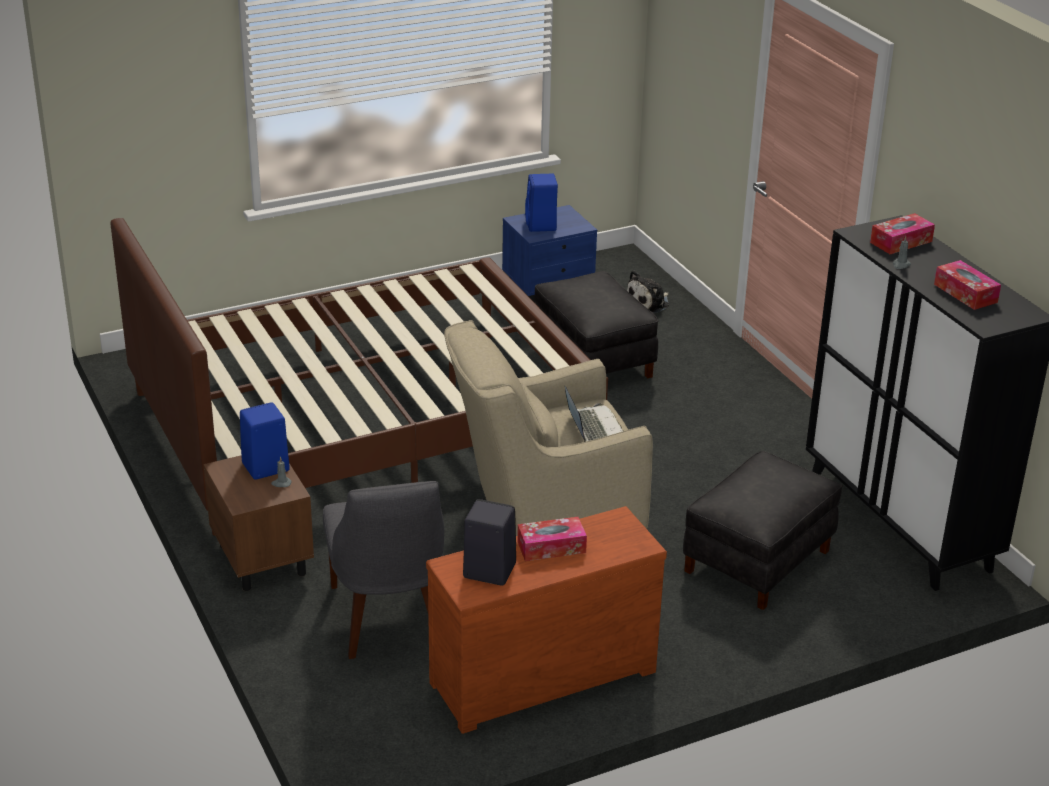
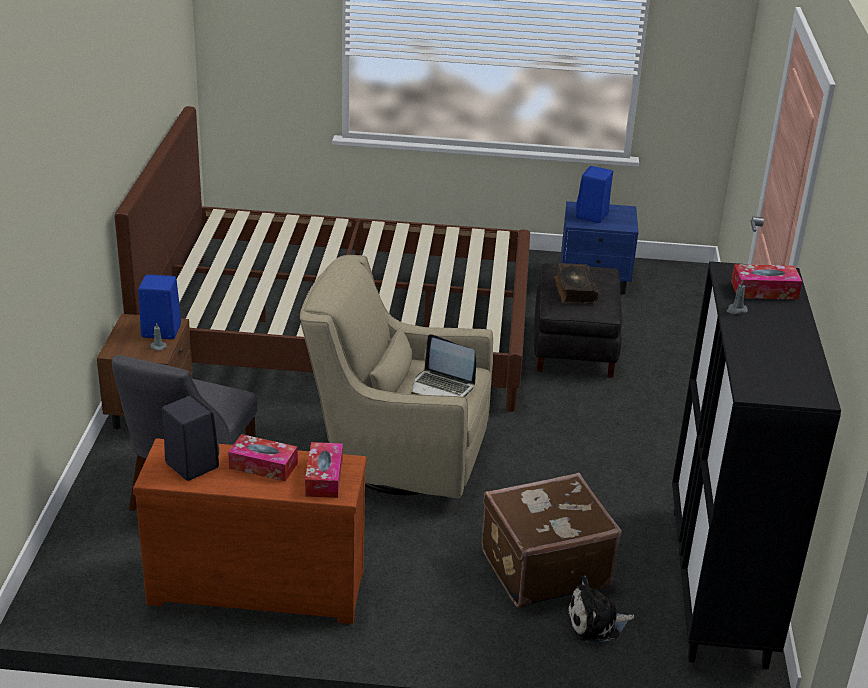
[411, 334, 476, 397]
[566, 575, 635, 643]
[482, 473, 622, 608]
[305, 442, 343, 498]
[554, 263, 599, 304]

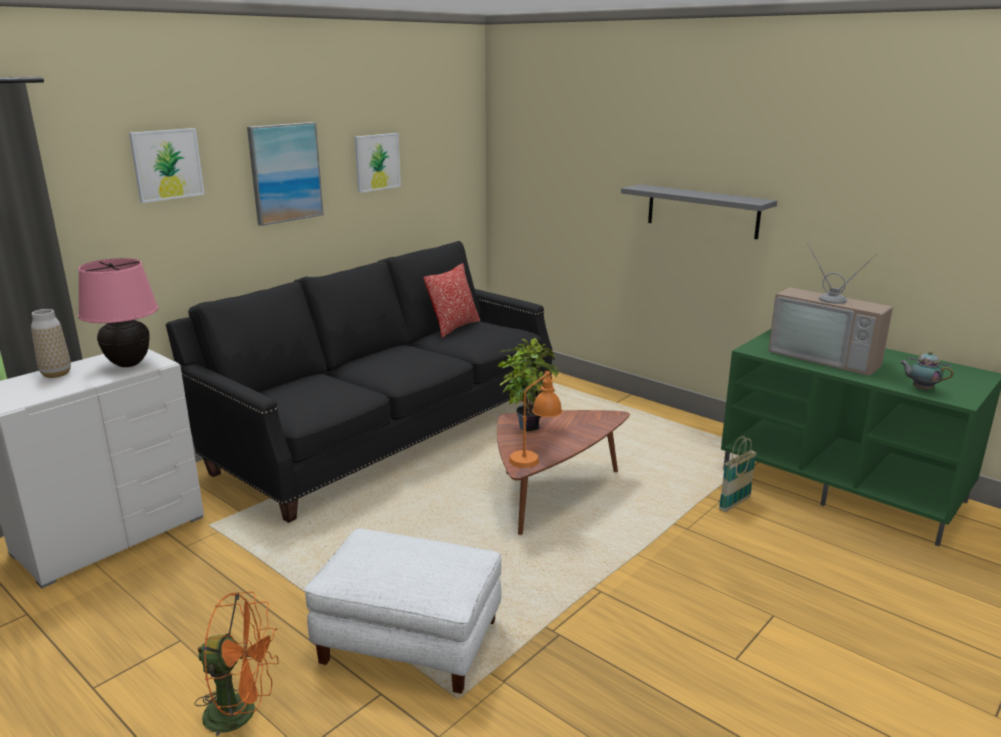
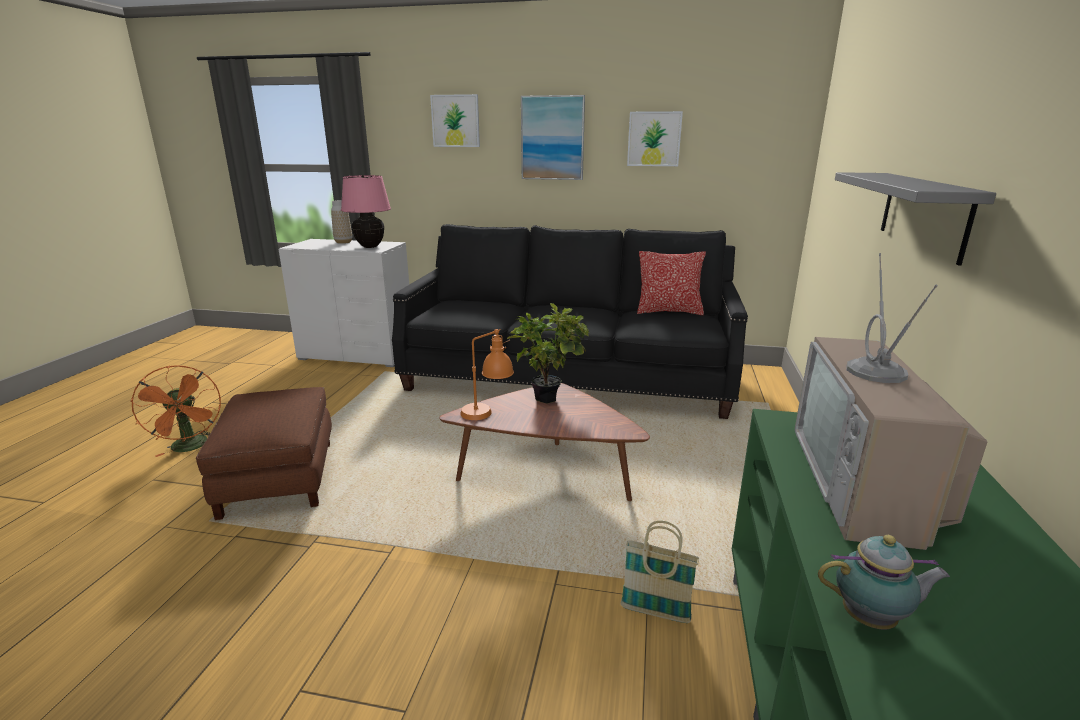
[196, 387, 332, 520]
[818, 535, 950, 629]

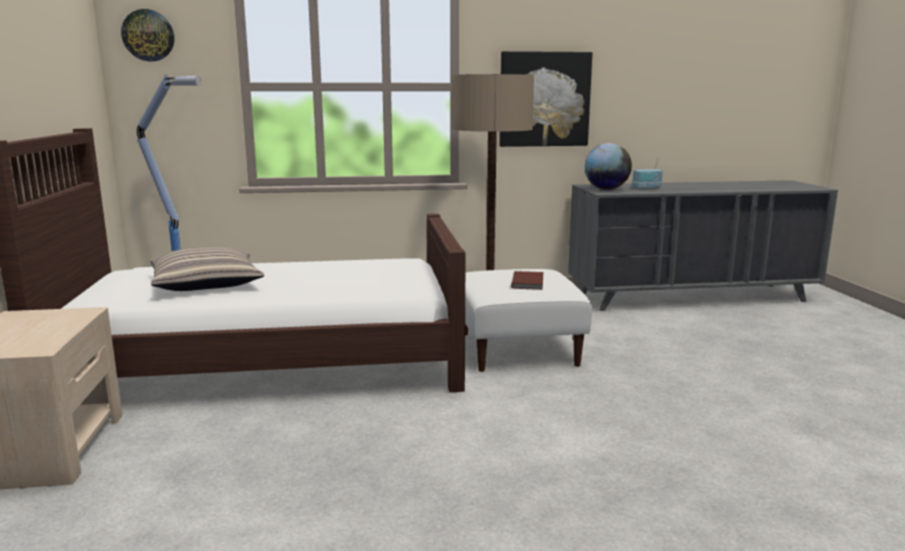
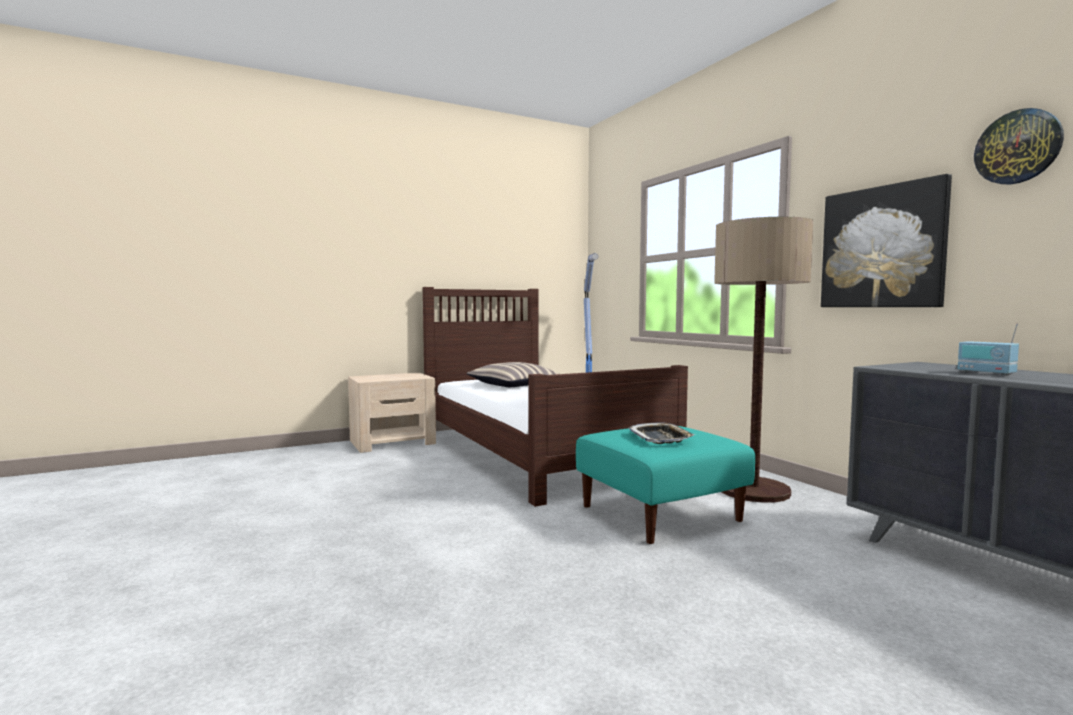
[974, 108, 1064, 184]
[576, 426, 755, 544]
[629, 422, 695, 444]
[585, 143, 632, 190] (first image)

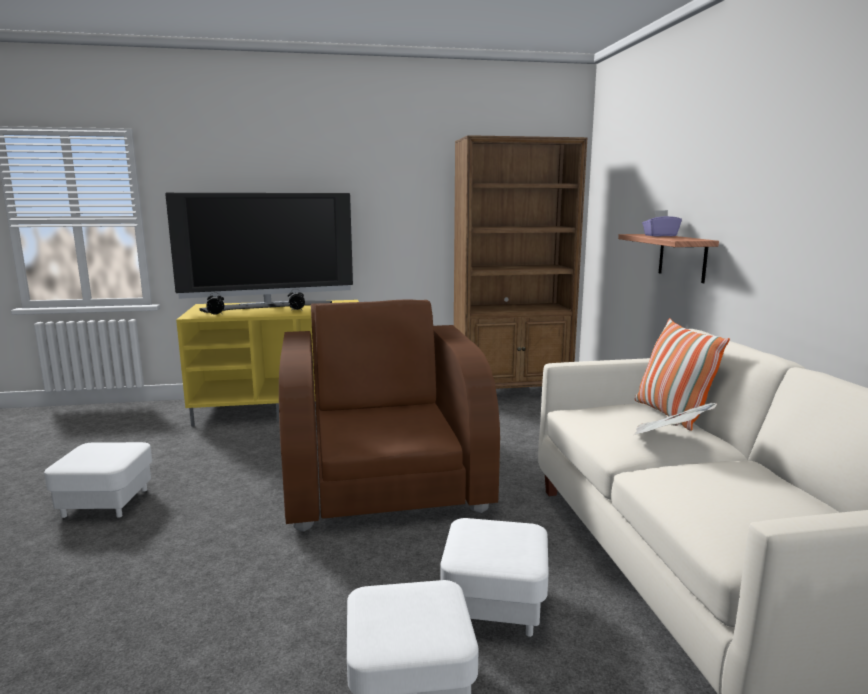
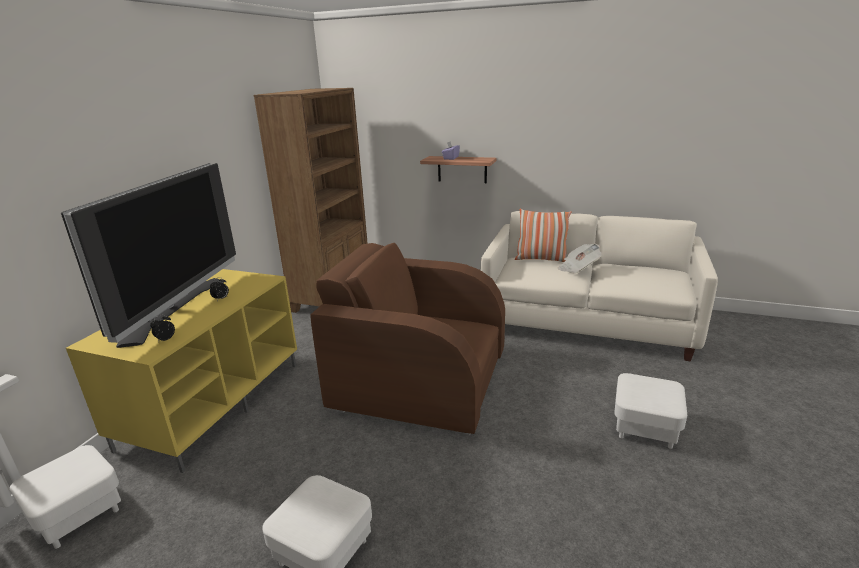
[10, 445, 121, 549]

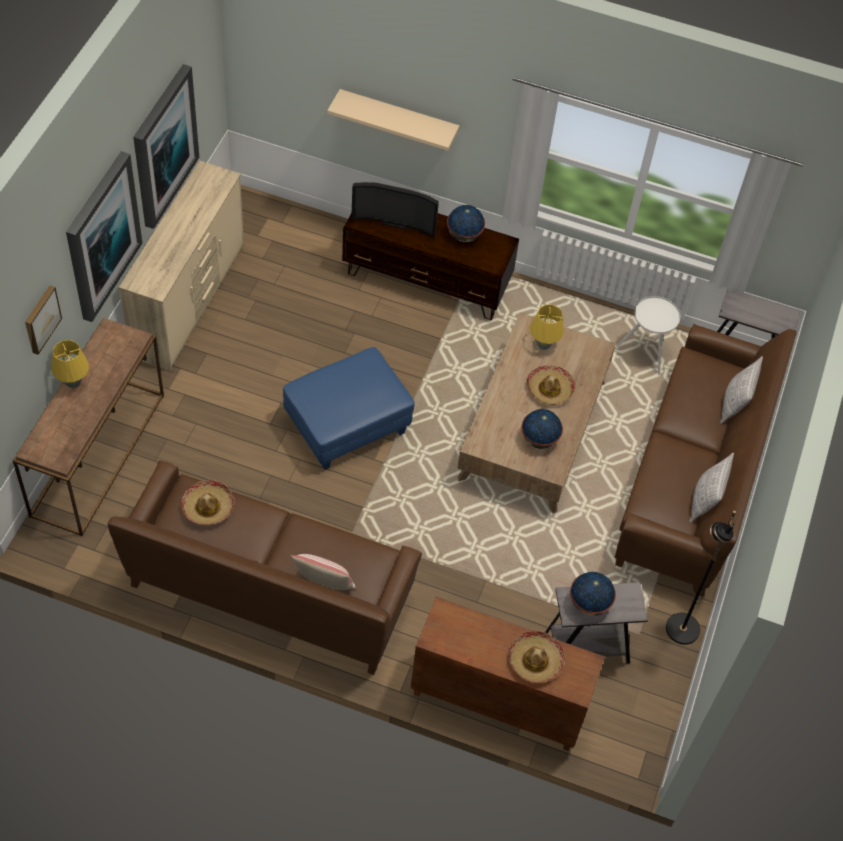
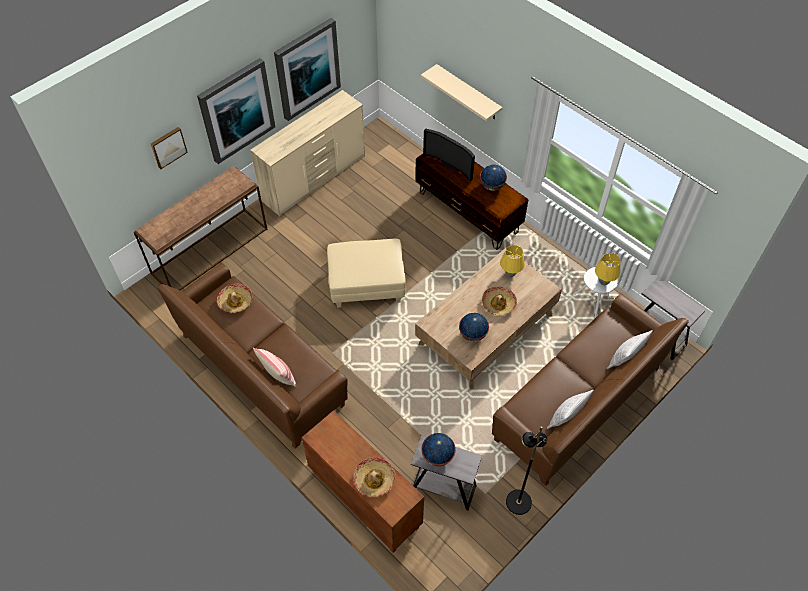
[595, 253, 620, 285]
[327, 239, 406, 308]

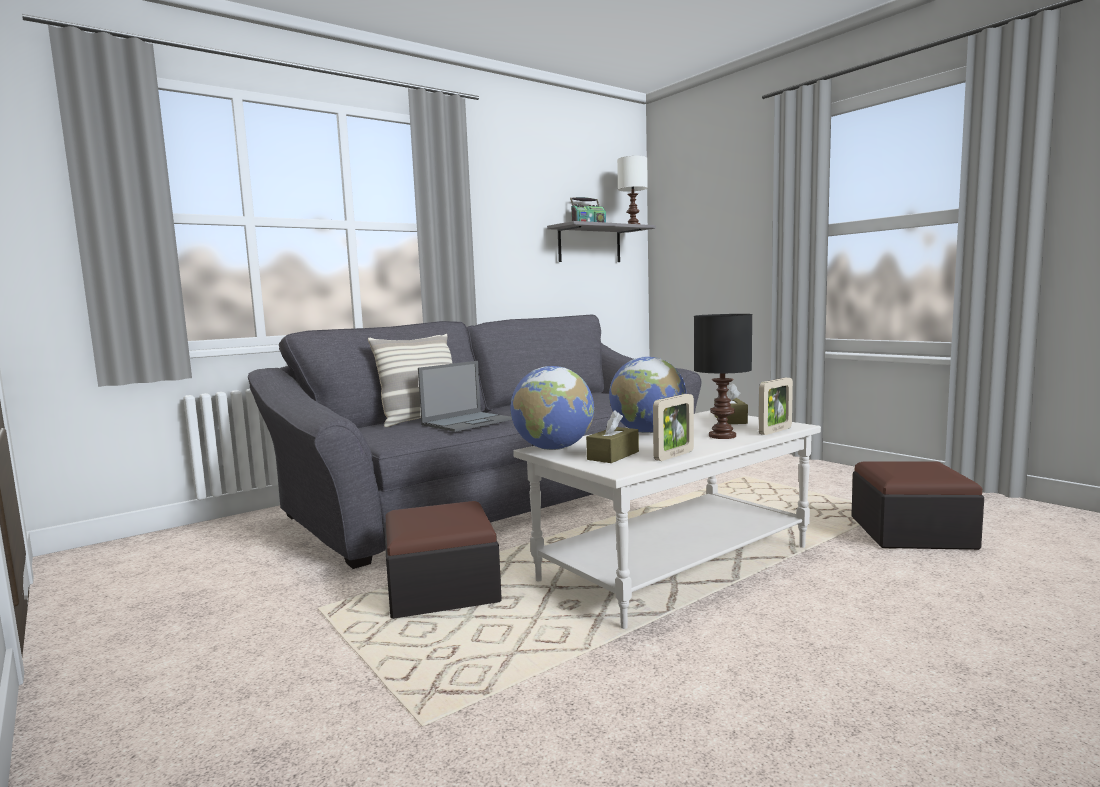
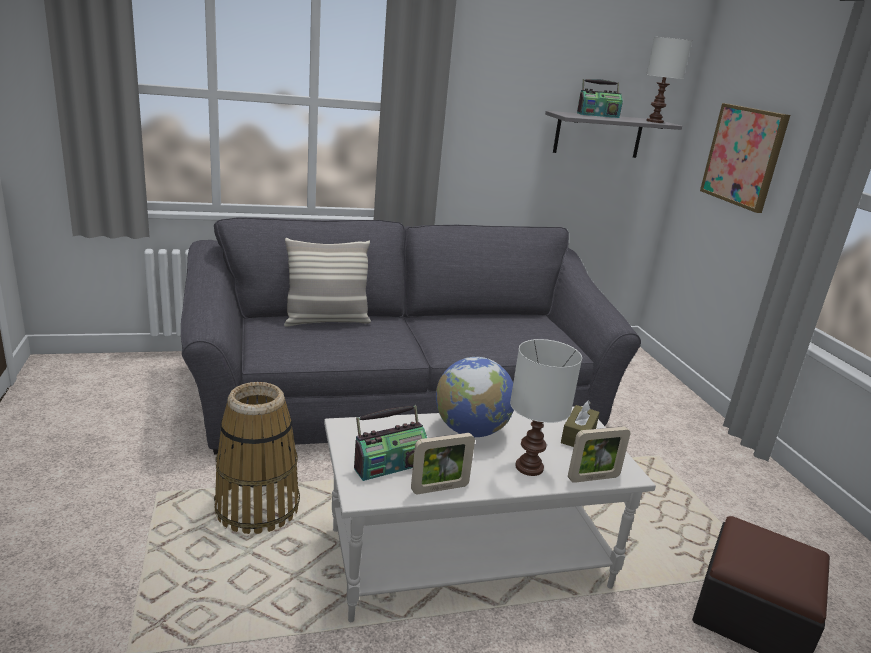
[214, 382, 300, 534]
[418, 361, 512, 432] (first image)
[510, 366, 594, 450] (first image)
[354, 405, 427, 481]
[510, 339, 582, 476]
[700, 103, 790, 213]

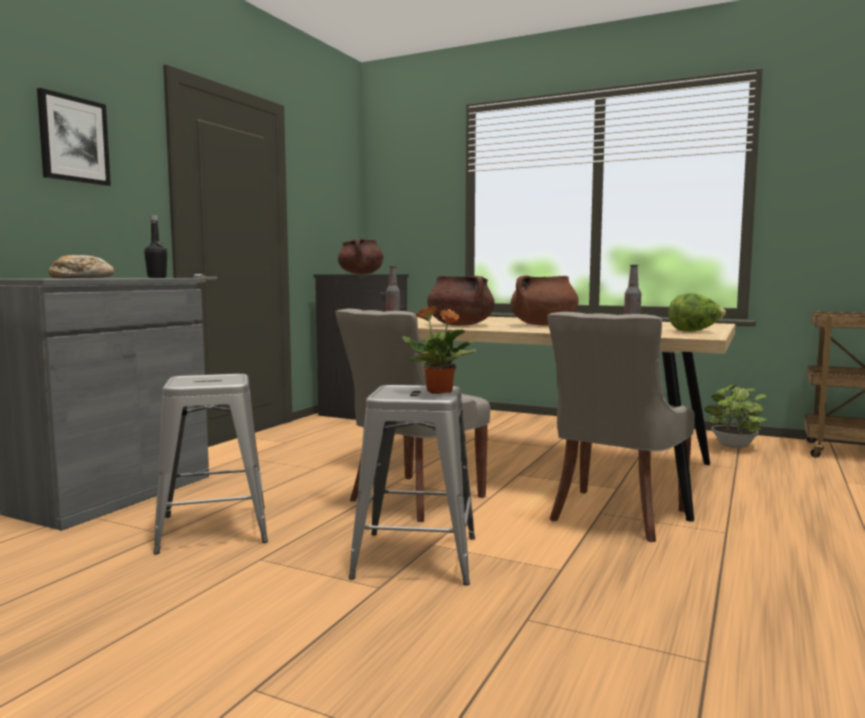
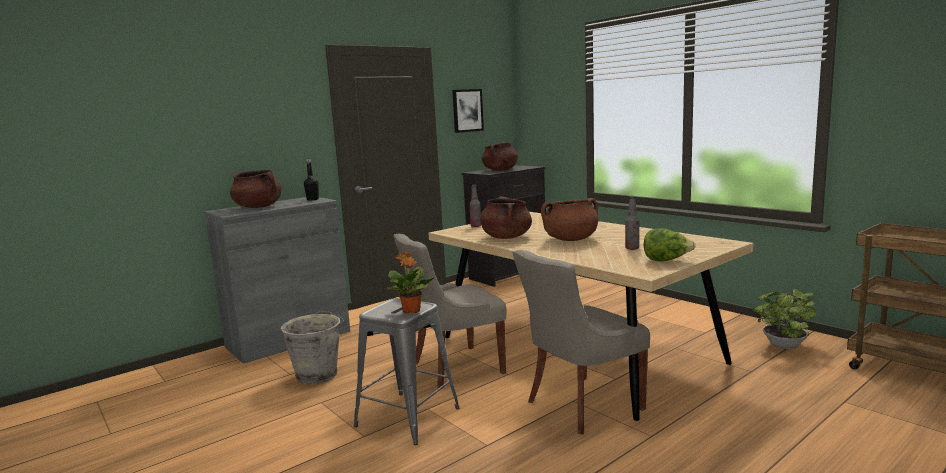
[452, 89, 484, 133]
[230, 170, 282, 208]
[280, 311, 344, 384]

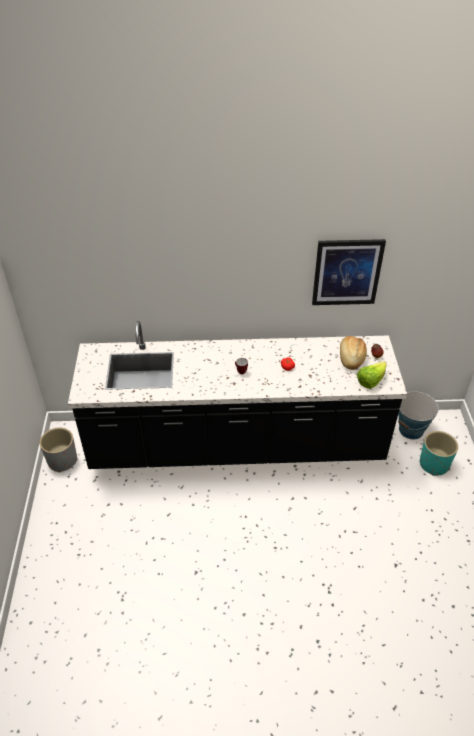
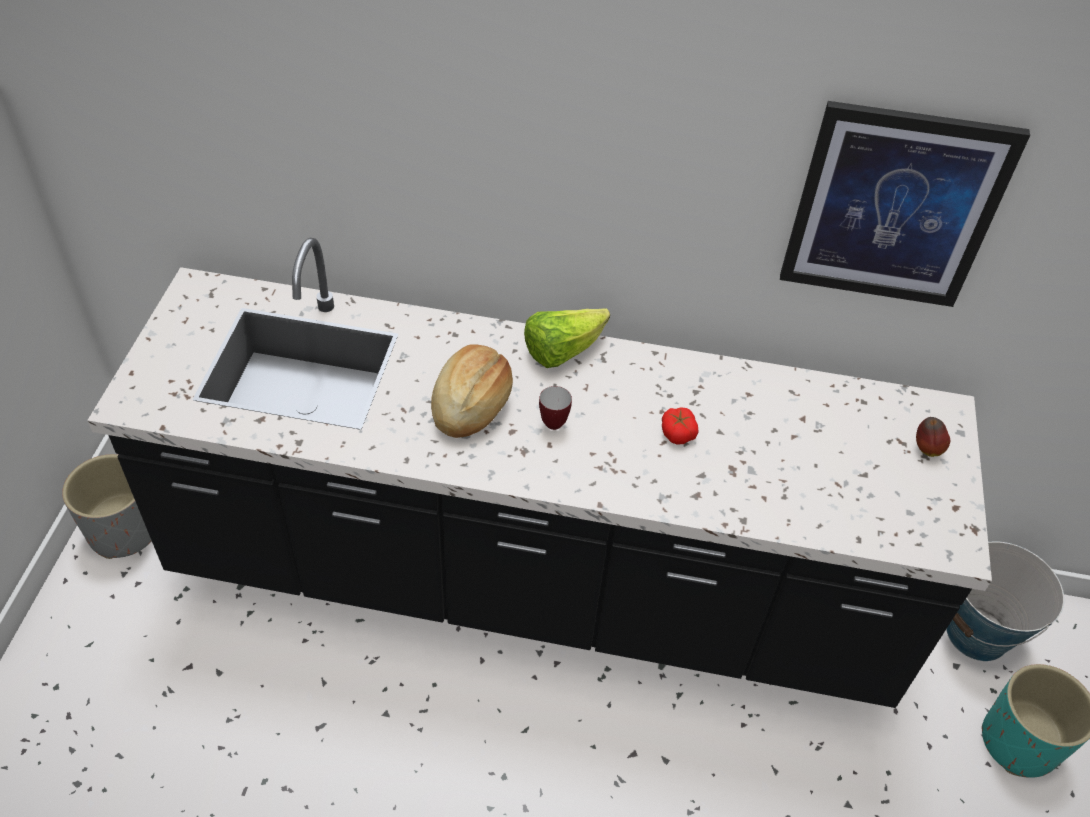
[431, 344, 513, 438]
[524, 309, 610, 368]

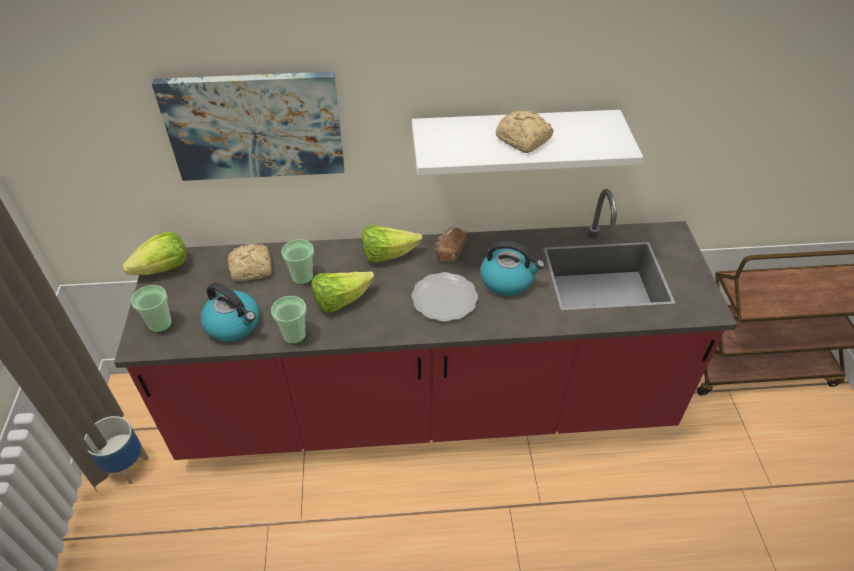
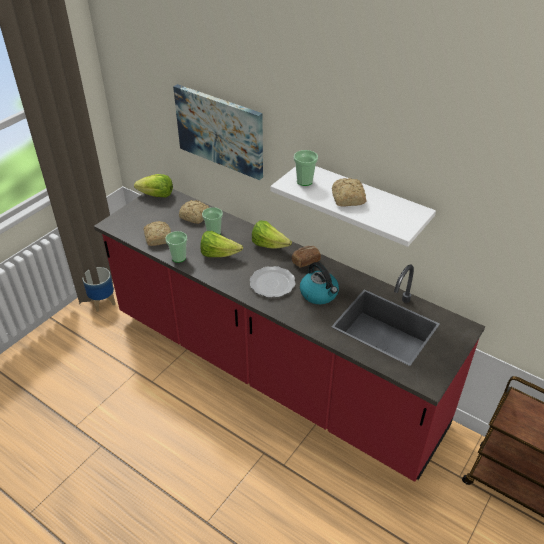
[294, 150, 318, 186]
[144, 221, 171, 246]

